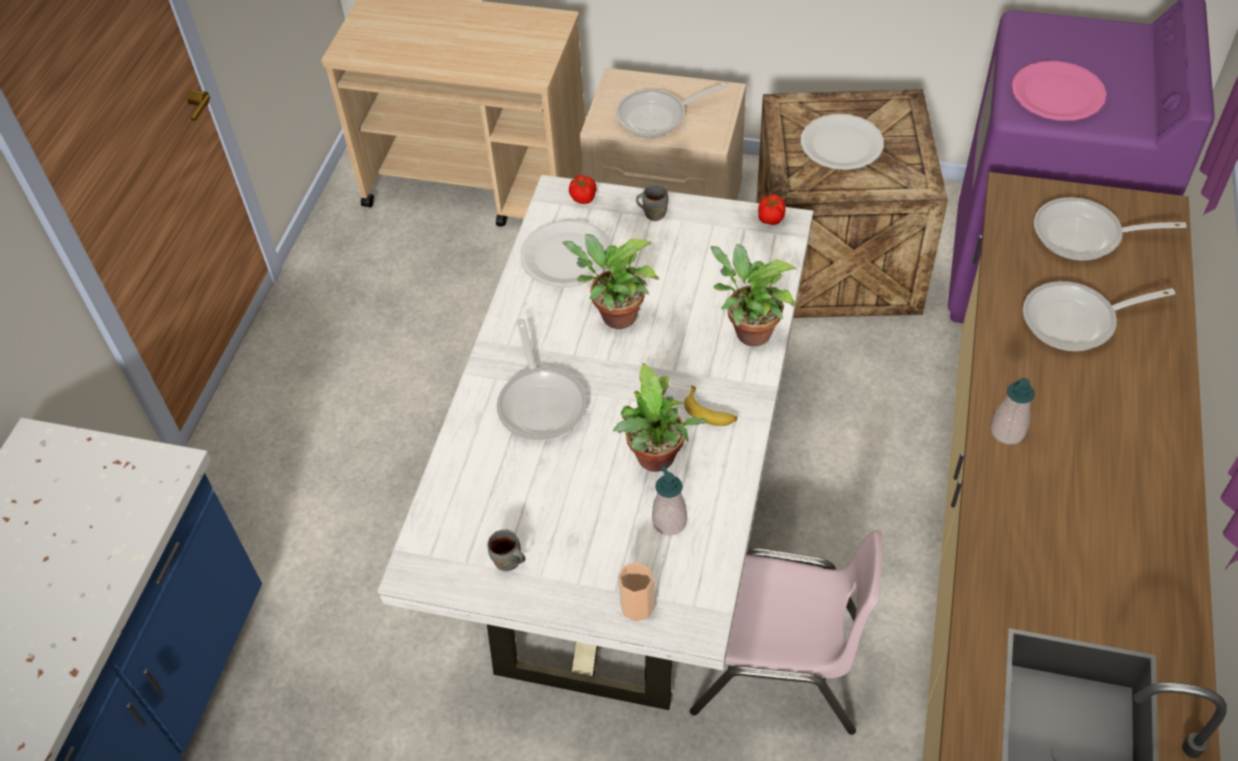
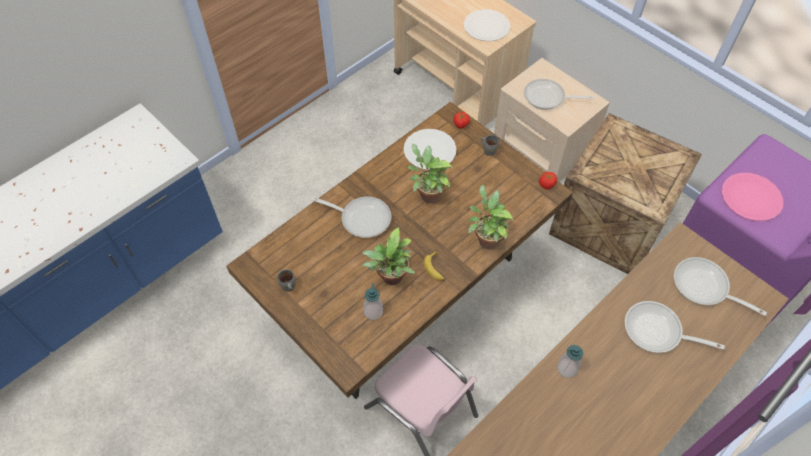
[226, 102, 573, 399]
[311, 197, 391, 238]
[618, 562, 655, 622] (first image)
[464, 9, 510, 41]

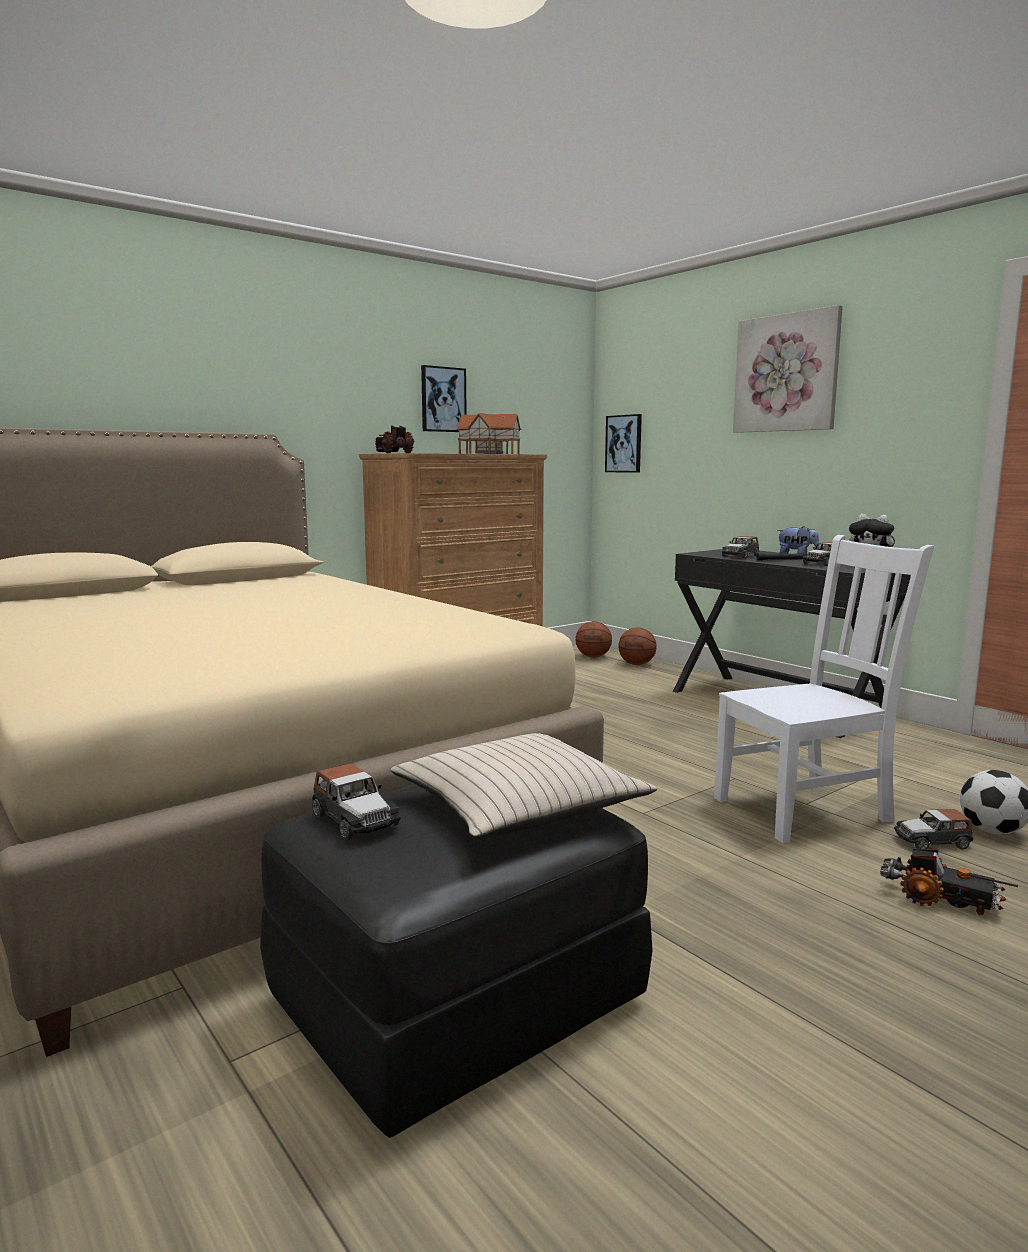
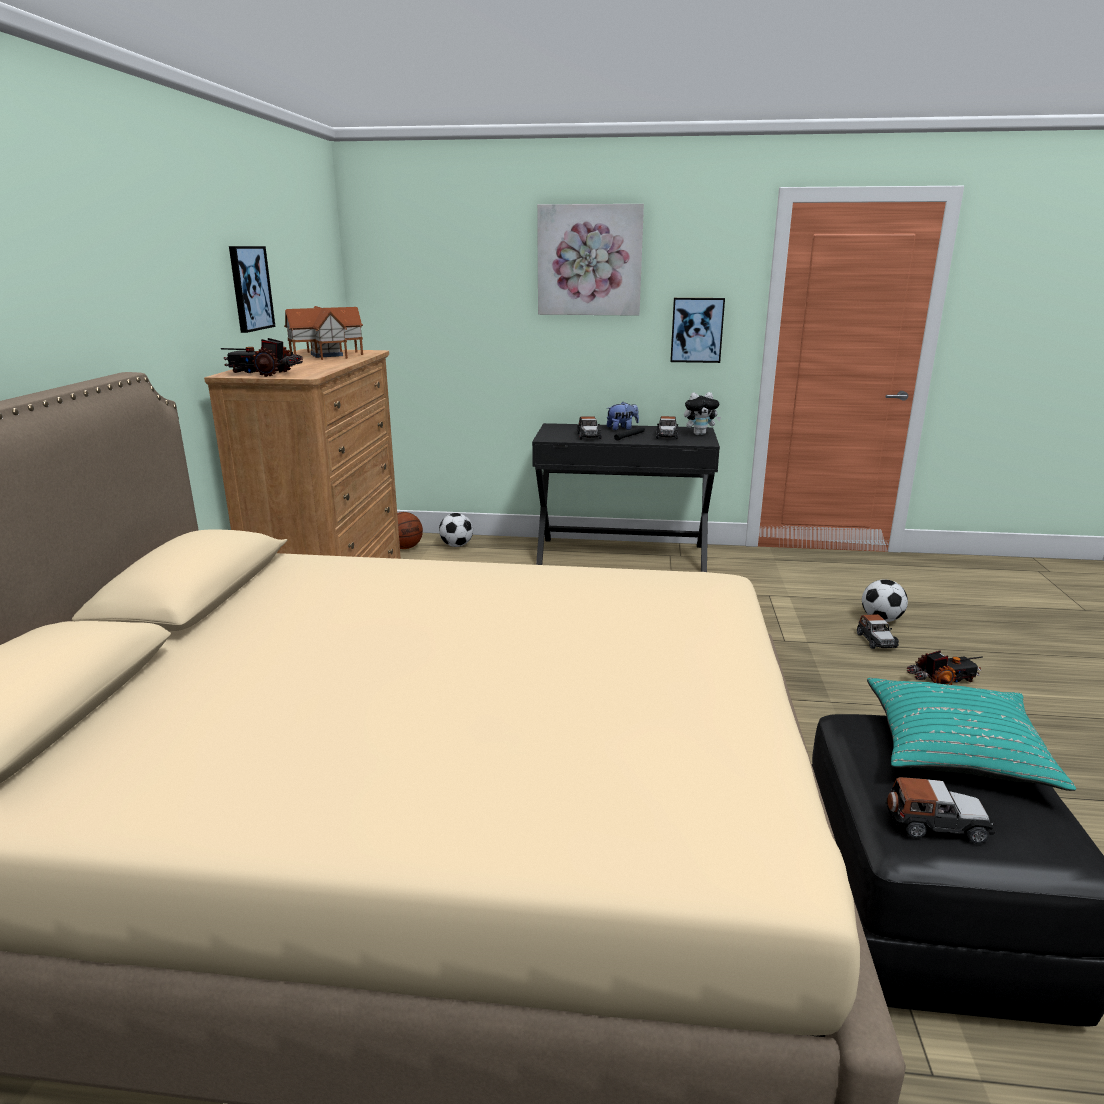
[867, 678, 1076, 791]
[670, 298, 725, 363]
[439, 513, 473, 547]
[714, 535, 934, 843] (first image)
[857, 614, 899, 649]

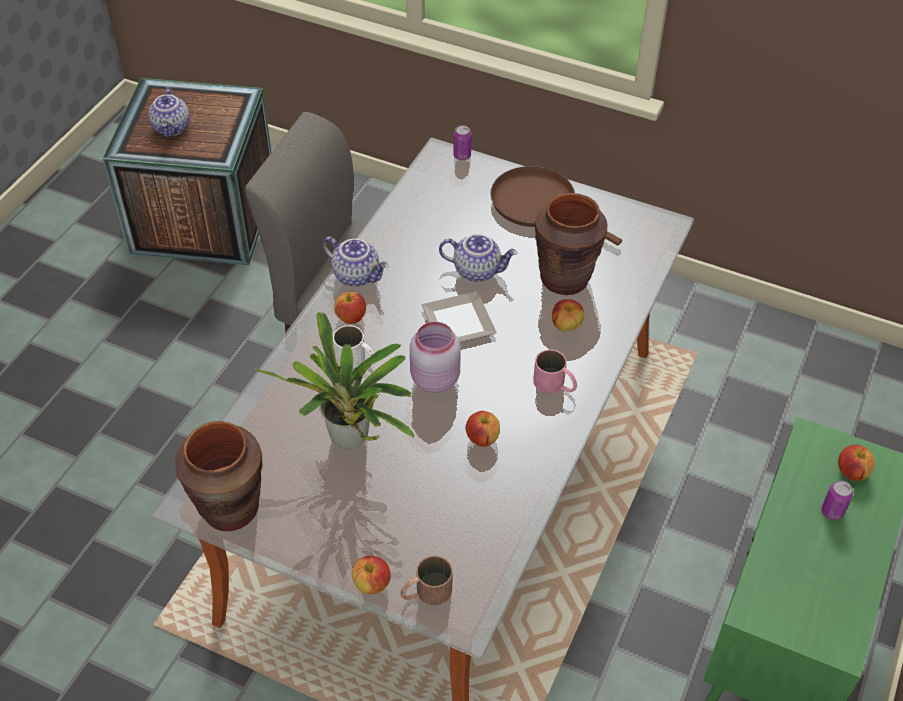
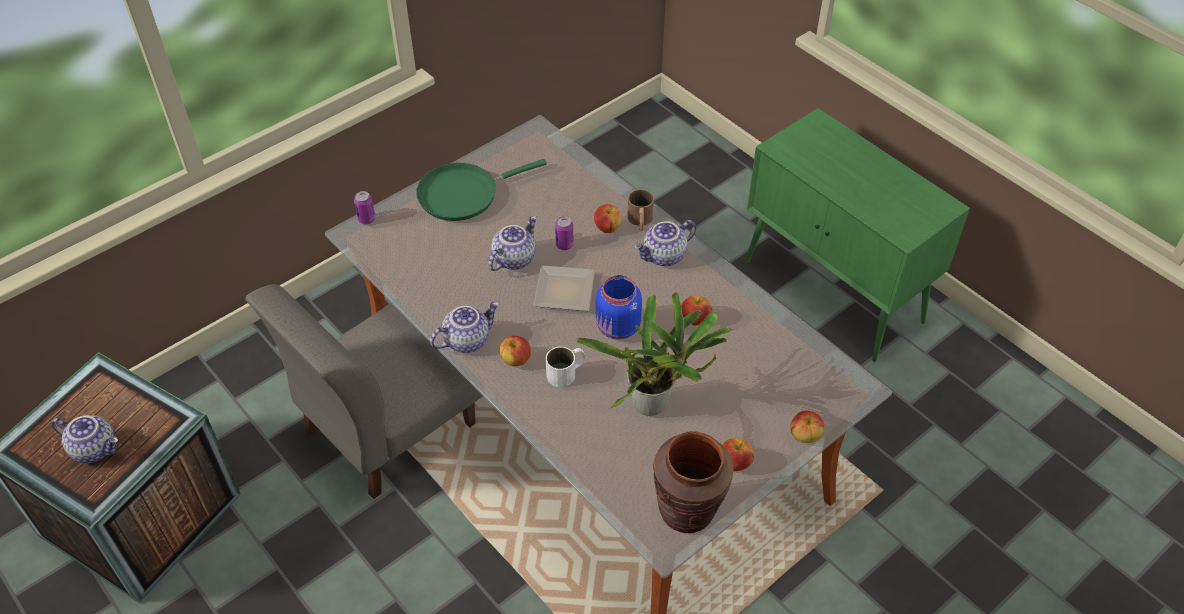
[627, 189, 654, 231]
[596, 275, 642, 340]
[416, 159, 546, 221]
[634, 220, 696, 266]
[535, 193, 608, 295] (first image)
[555, 216, 574, 250]
[722, 438, 754, 471]

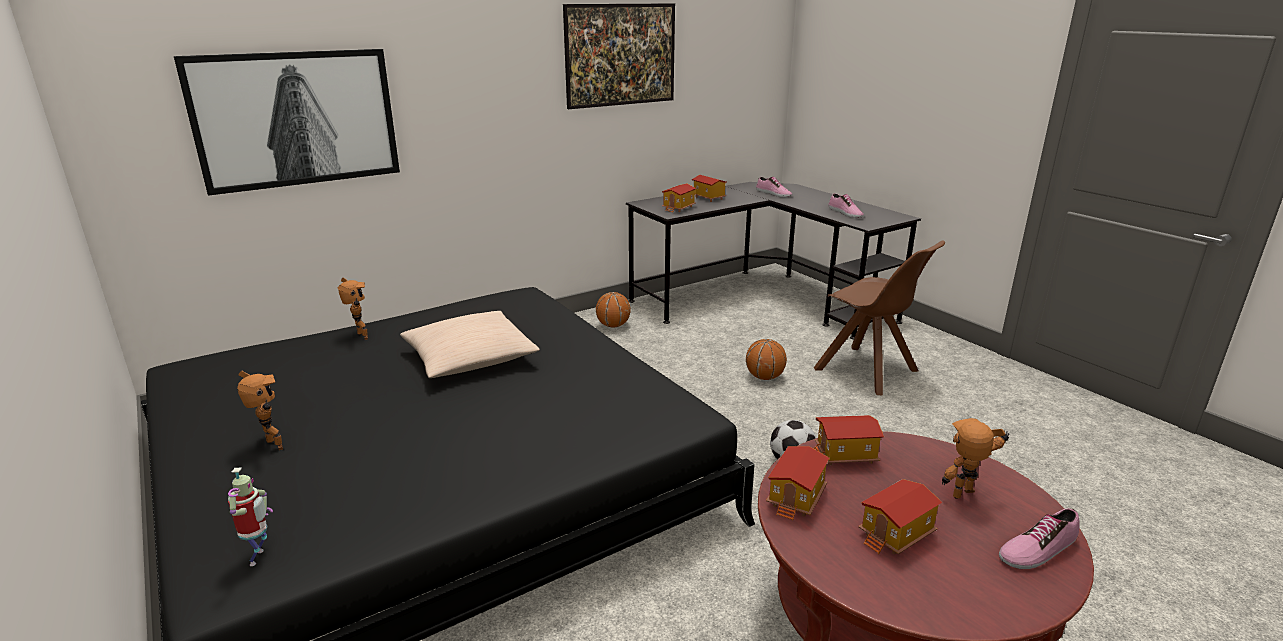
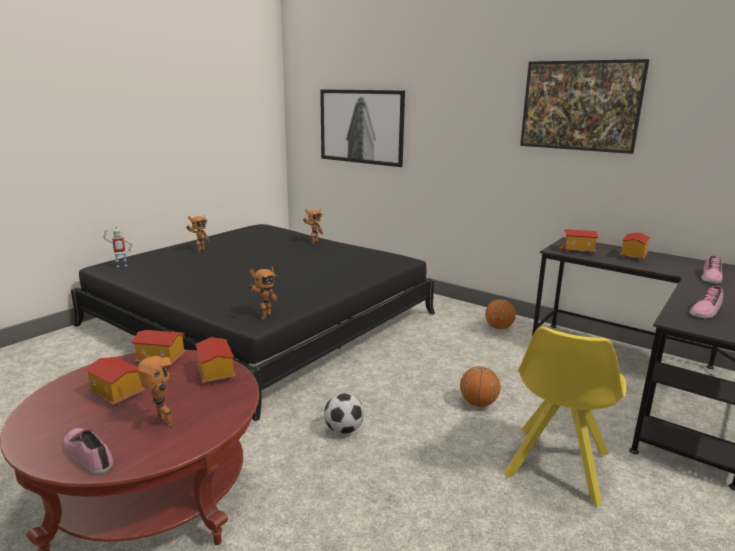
[400, 311, 540, 378] (first image)
[504, 326, 626, 506]
[248, 266, 277, 320]

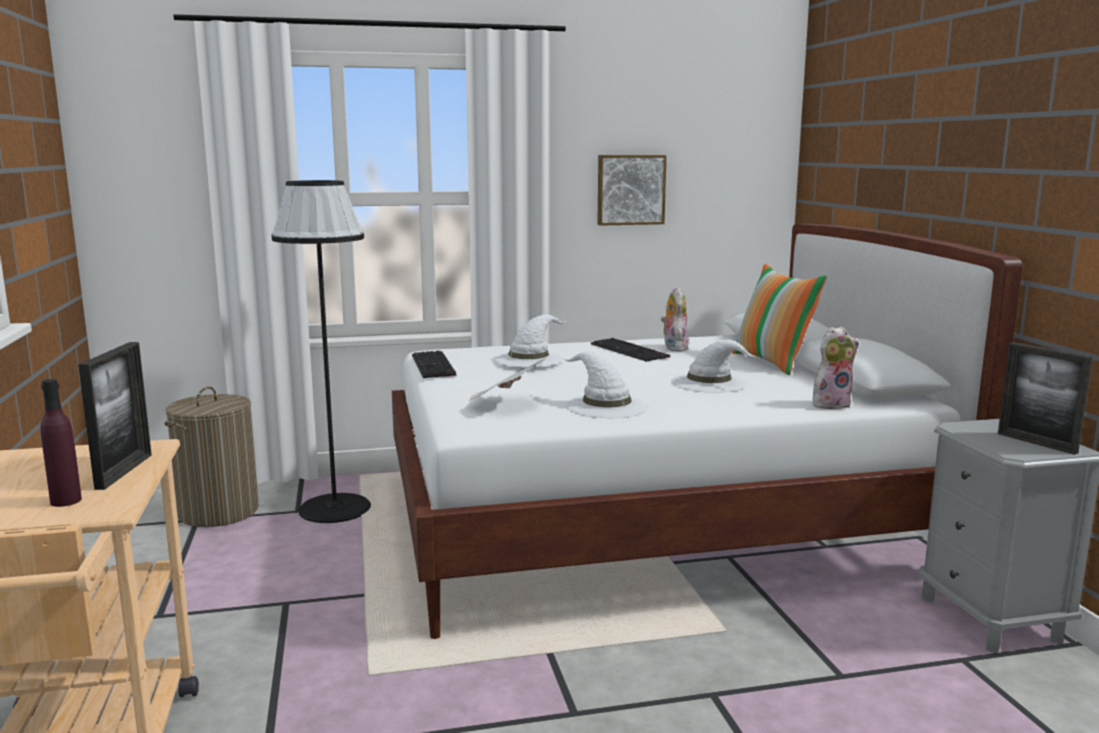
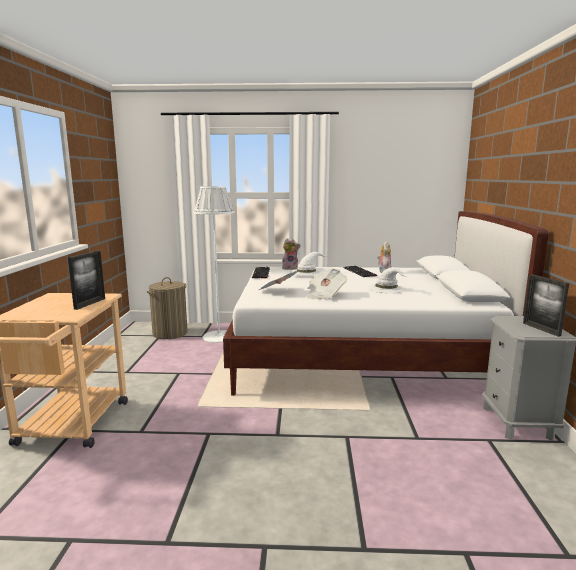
[40, 379, 82, 507] (first image)
[193, 186, 235, 343]
[307, 269, 347, 299]
[597, 155, 667, 226] (first image)
[732, 264, 827, 375] (first image)
[282, 238, 301, 270]

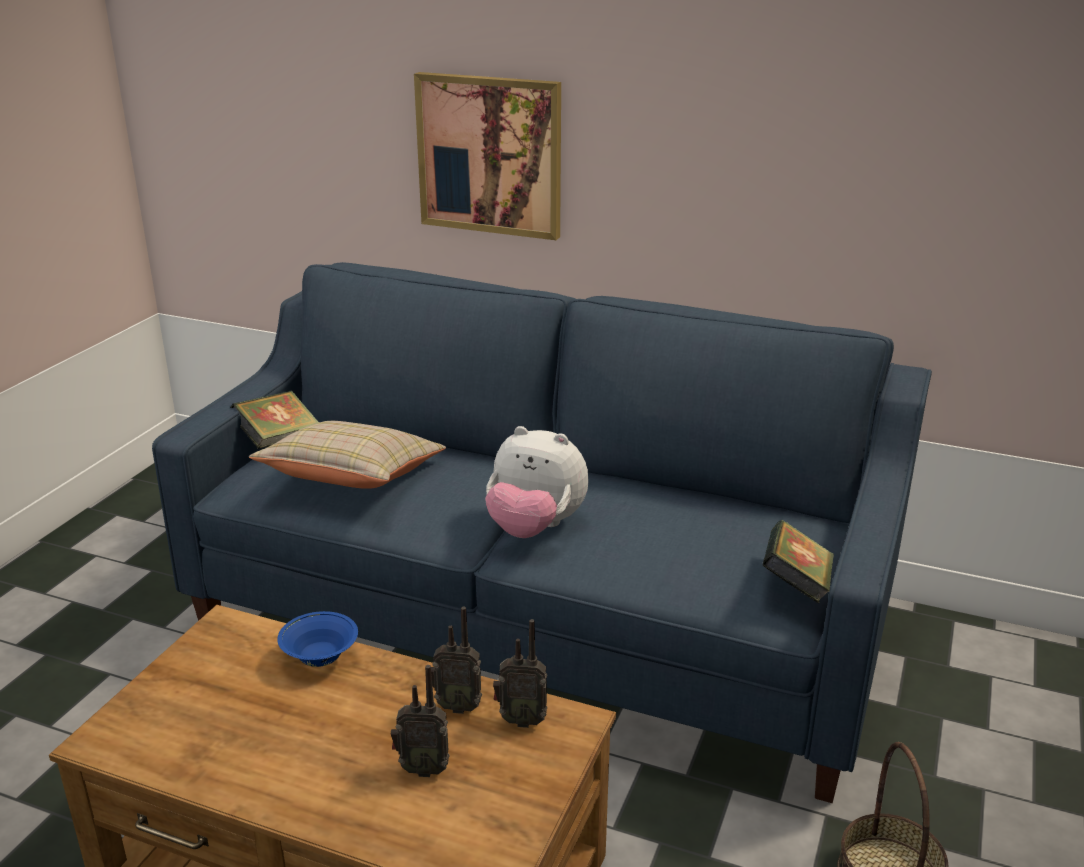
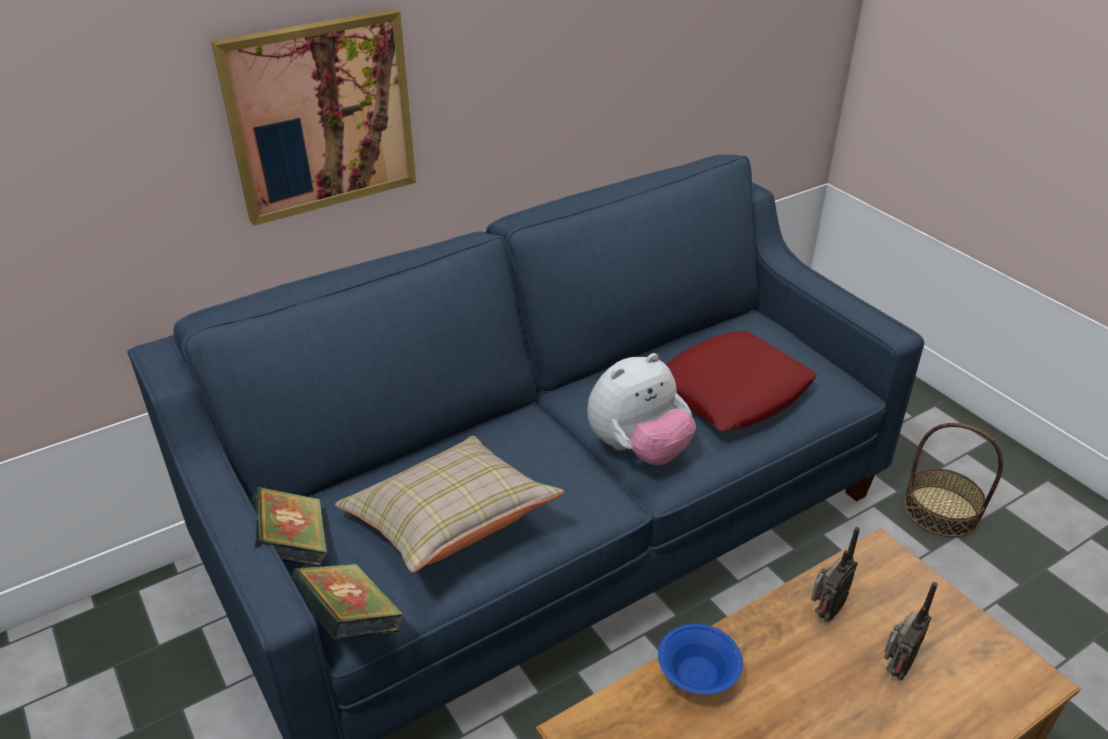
[493, 619, 547, 728] (first image)
[292, 564, 405, 640]
[666, 331, 817, 431]

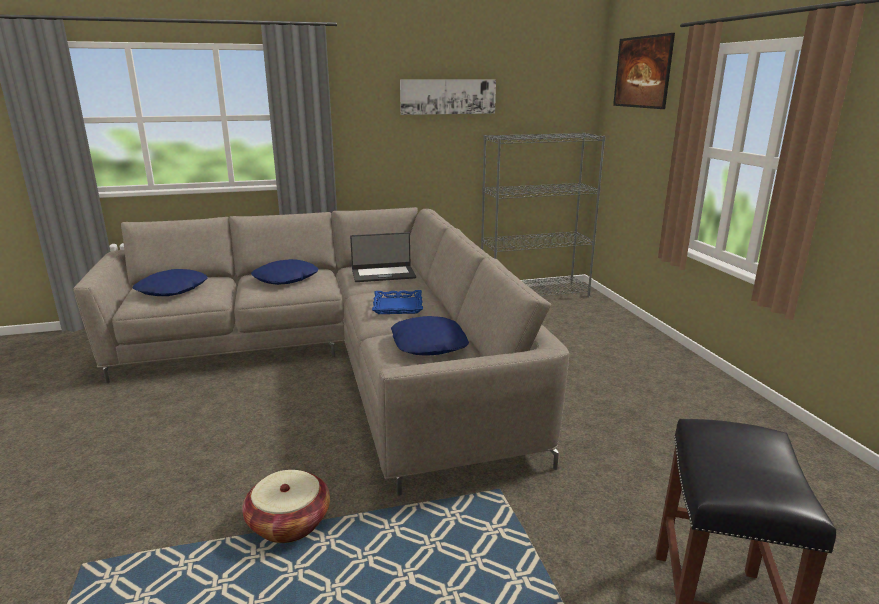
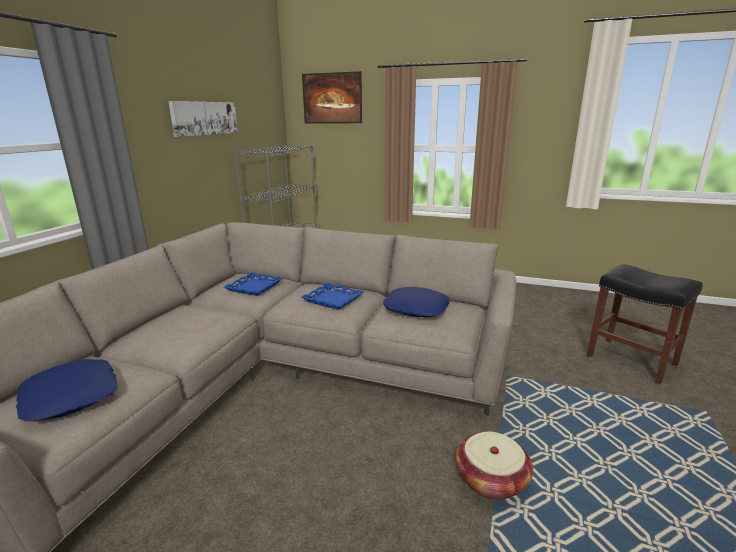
[251, 259, 319, 285] (first image)
[224, 272, 284, 296]

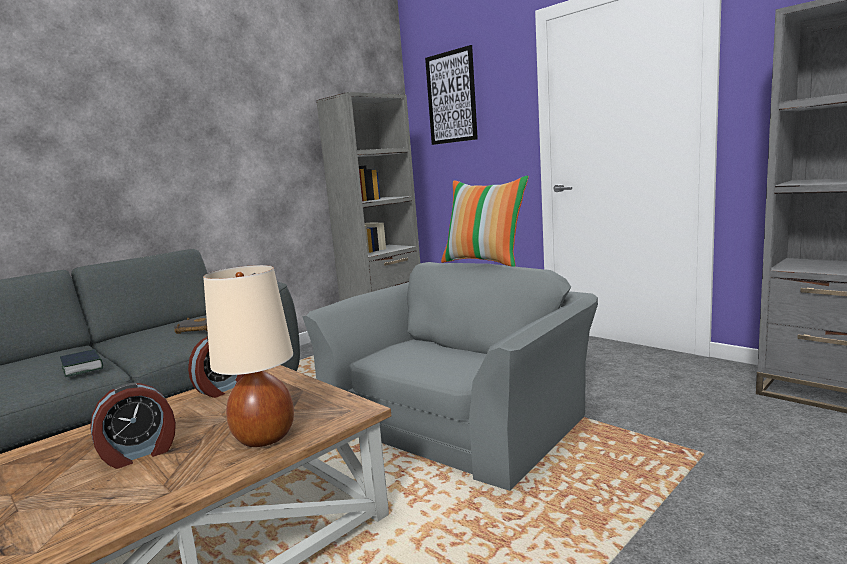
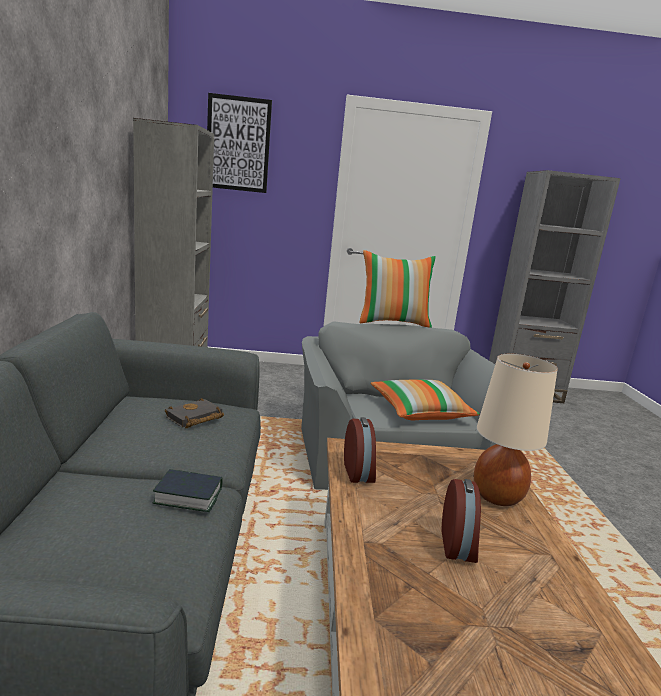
[370, 380, 480, 420]

